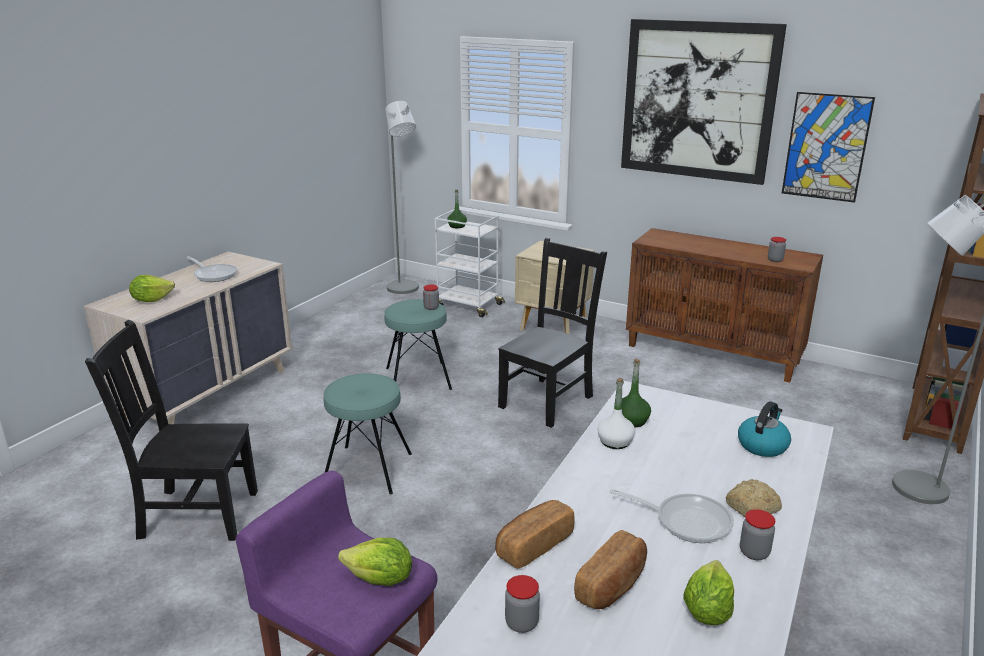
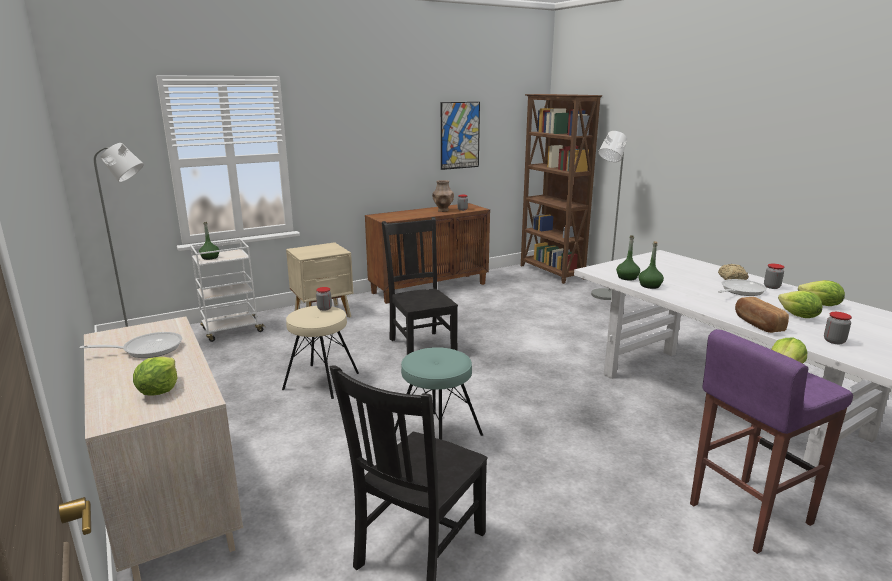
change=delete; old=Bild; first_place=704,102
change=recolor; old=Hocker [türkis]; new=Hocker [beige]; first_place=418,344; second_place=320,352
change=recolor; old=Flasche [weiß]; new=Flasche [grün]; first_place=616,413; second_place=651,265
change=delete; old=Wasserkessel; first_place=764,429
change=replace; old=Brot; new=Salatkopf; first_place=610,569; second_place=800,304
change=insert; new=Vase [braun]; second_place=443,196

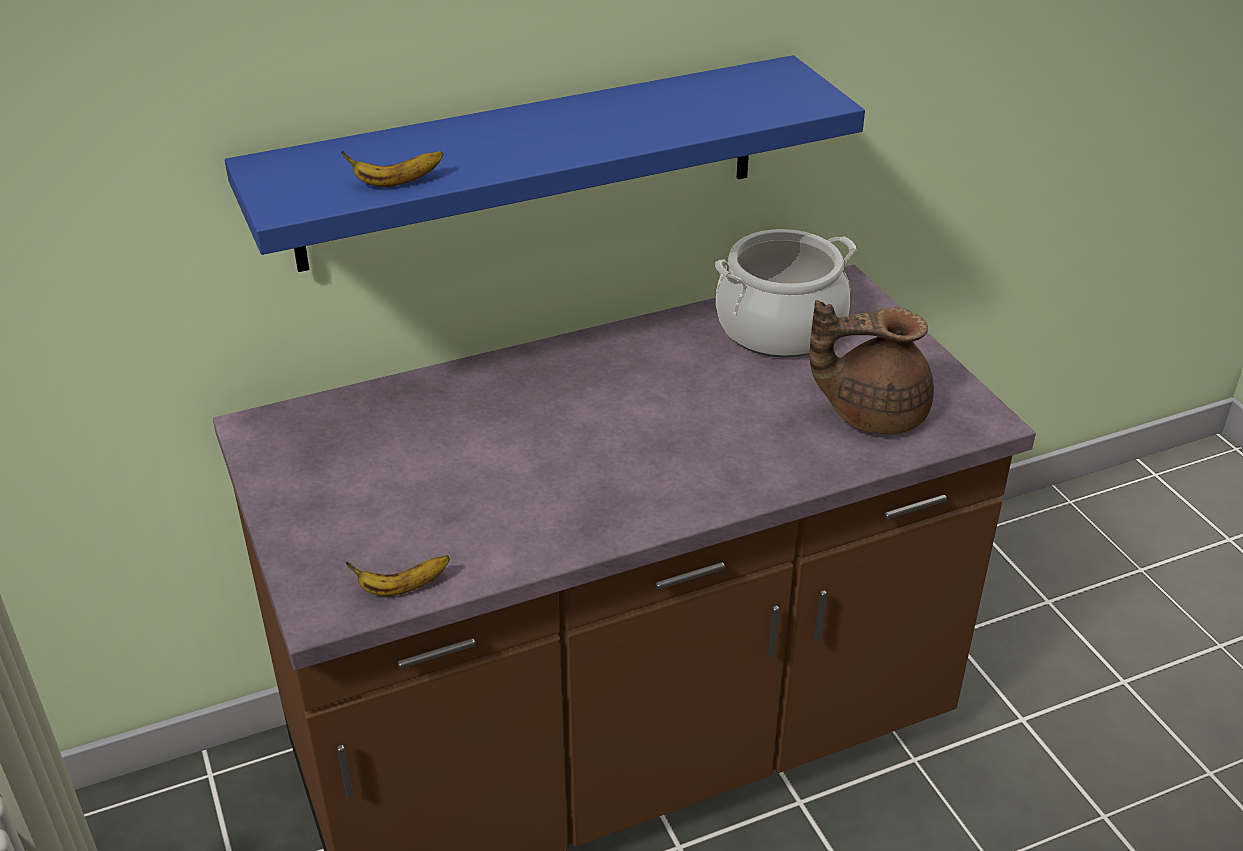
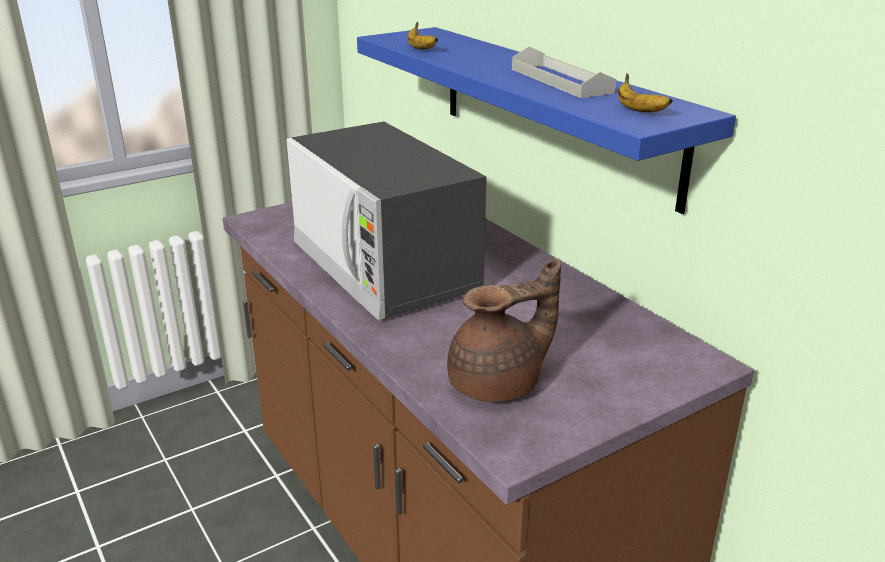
change=delete; old=Kochtopf; first_place=785,293
change=rotate; old=Teekanne [braun]; first_place=872,367; second_place=504,330; degrees=75
change=move; old=Banane; first_place=397,575; second_place=645,92
change=insert; new=Tablett [grau]; second_place=564,72
change=insert; new=Mikrowelle; second_place=387,220

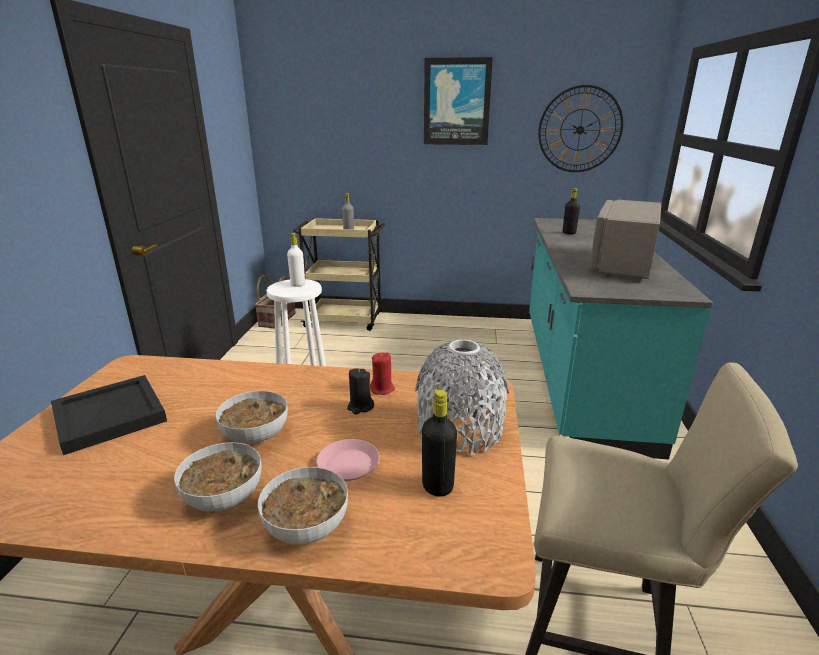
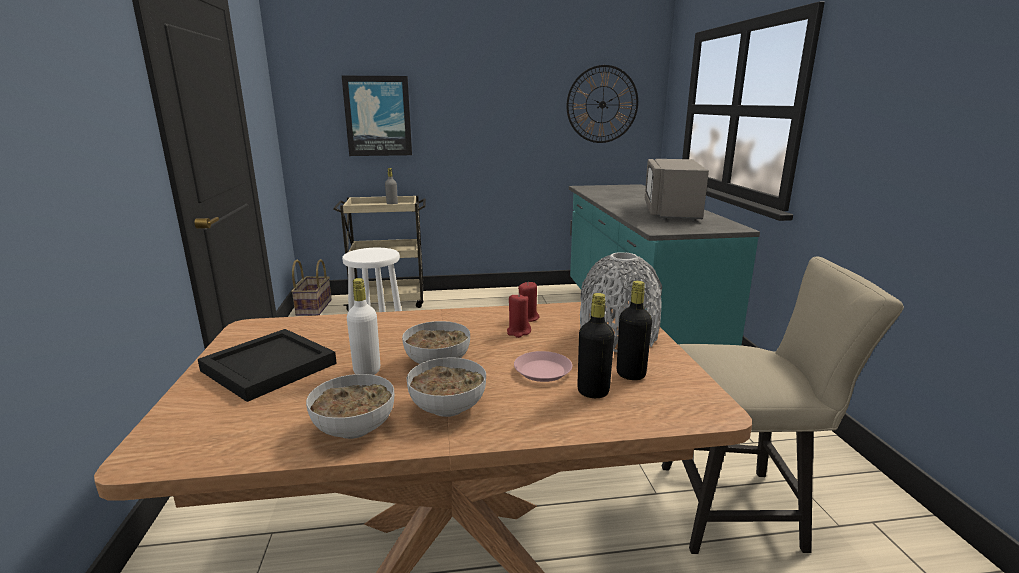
change=move; old=Bild; first_place=458,101; second_place=377,116
change=move; old=Flasche [schwarz]; first_place=571,211; second_place=596,345
change=move; old=Flasche [weiß]; first_place=296,260; second_place=363,326
change=recolor; old=Kerze [schwarz]; new=Kerze [rot]; first_place=360,391; second_place=519,315
change=move; old=Schüssel; first_place=303,506; second_place=350,406

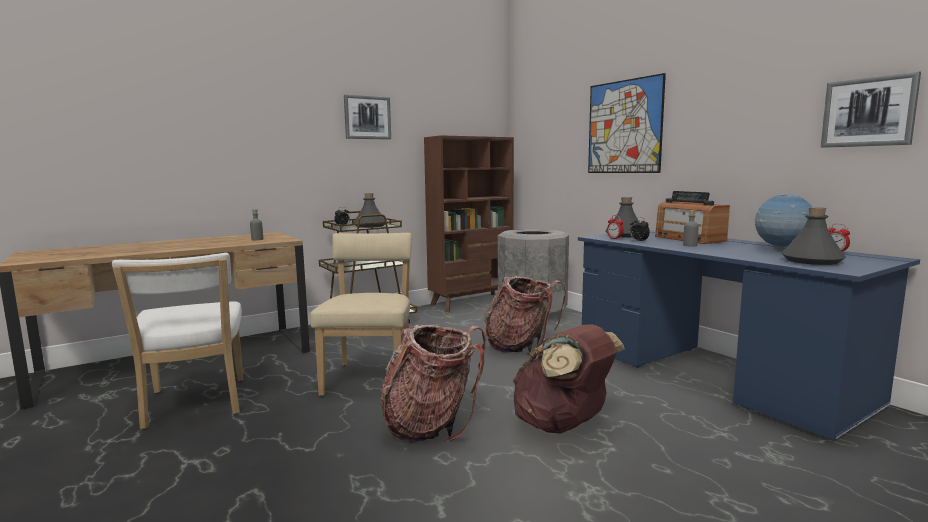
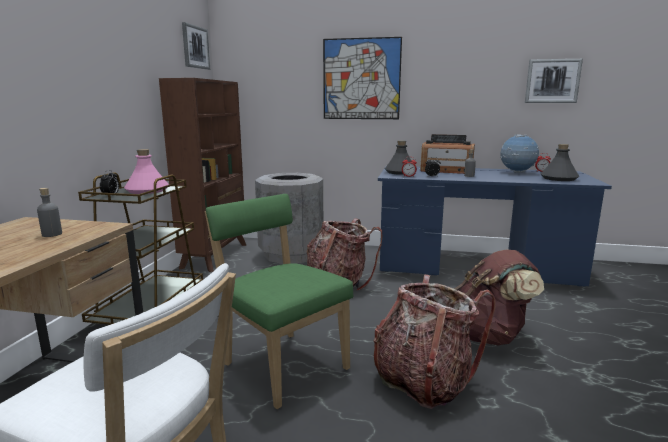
change=move; old=Bild; first_place=367,117; second_place=196,46
change=recolor; old=Flasche [grau]; new=Flasche [rosa]; first_place=369,210; second_place=146,171
change=recolor; old=Stuhl [beige]; new=Stuhl [grün]; first_place=361,314; second_place=279,301

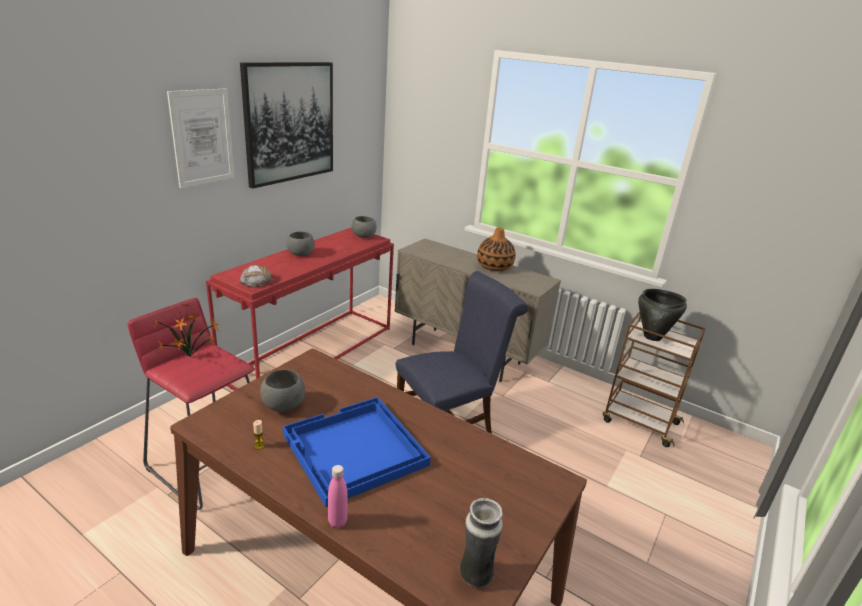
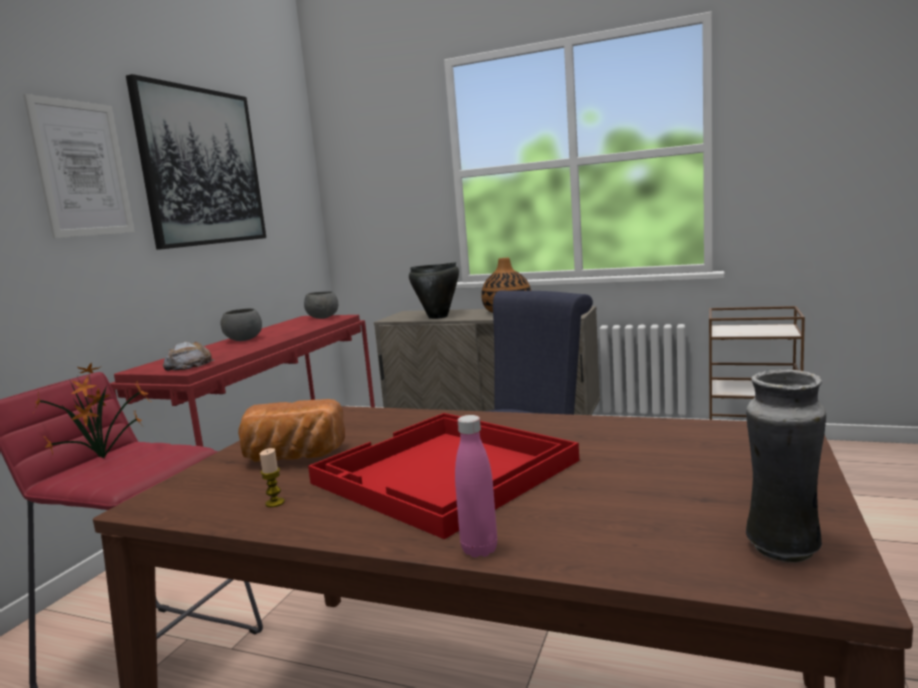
change=move; old=Kochtopf [schwarz]; first_place=662,315; second_place=434,290
change=replace; old=Schüssel [grau]; new=Brot; first_place=282,390; second_place=291,430
change=recolor; old=Tablett [blau]; new=Tablett [rot]; first_place=357,452; second_place=443,476

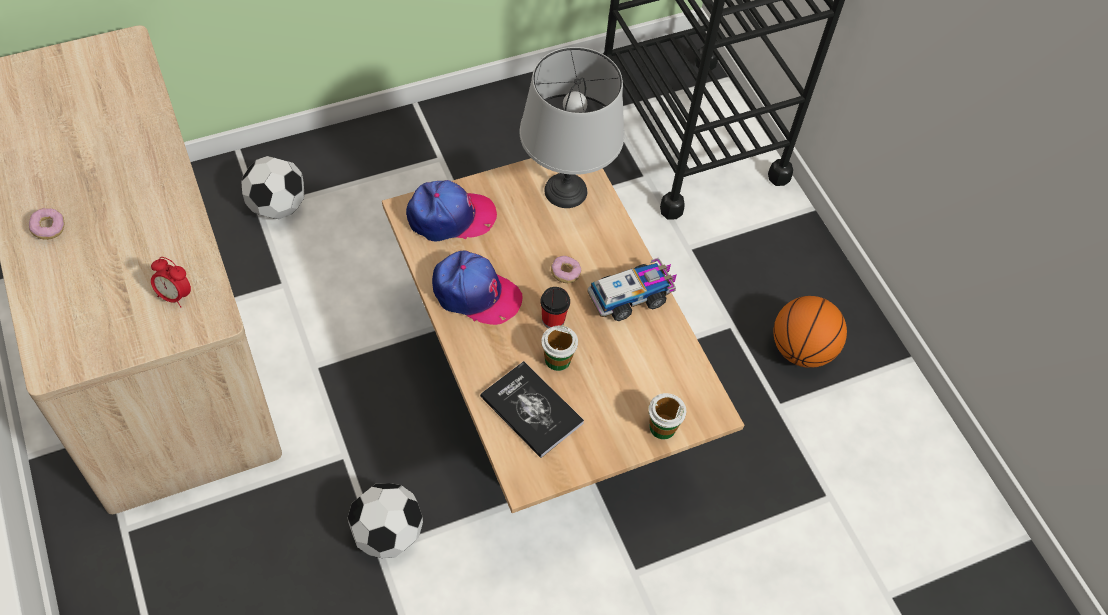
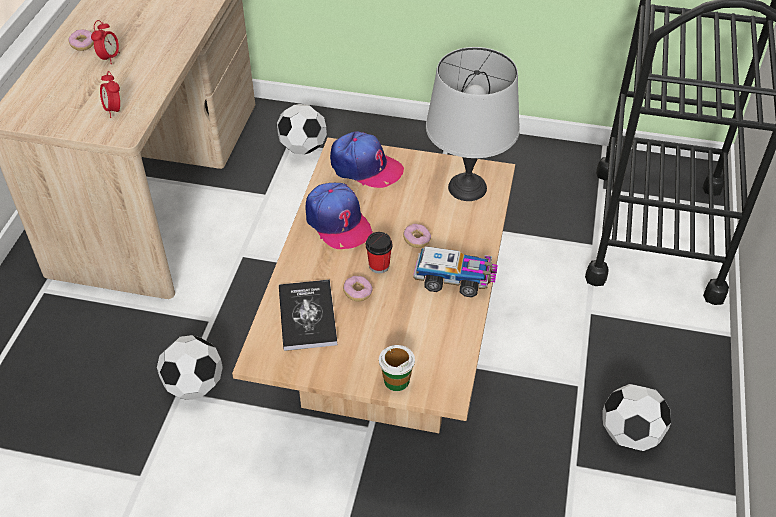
change=replace; old=Basketball; new=Fußball; first_place=810,332; second_place=636,417
change=replace; old=Tasse; new=Donut; first_place=559,348; second_place=358,289
change=insert; new=Wecker; second_place=105,42

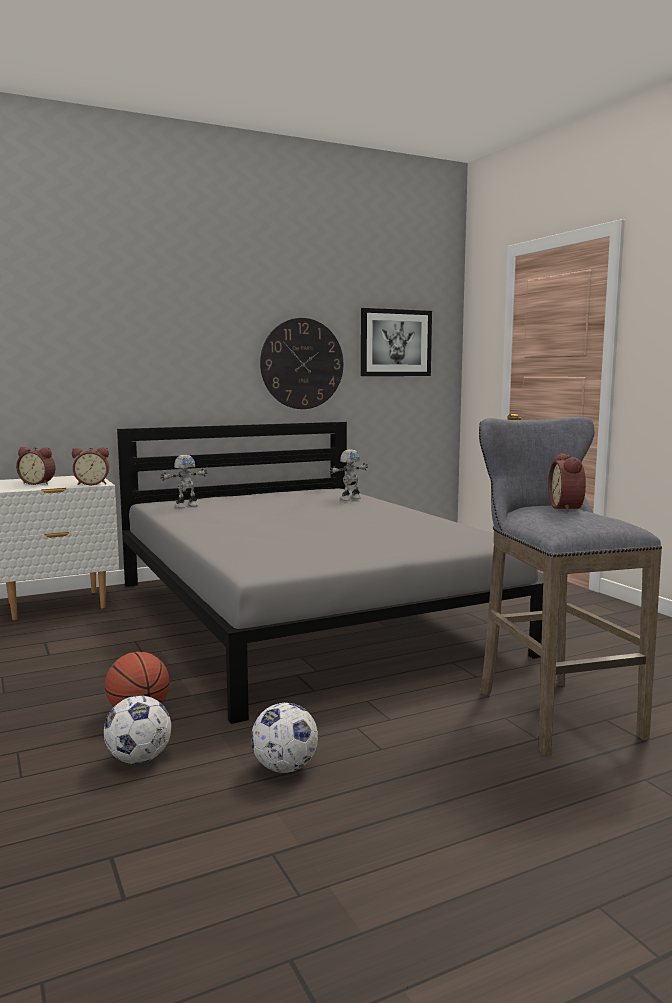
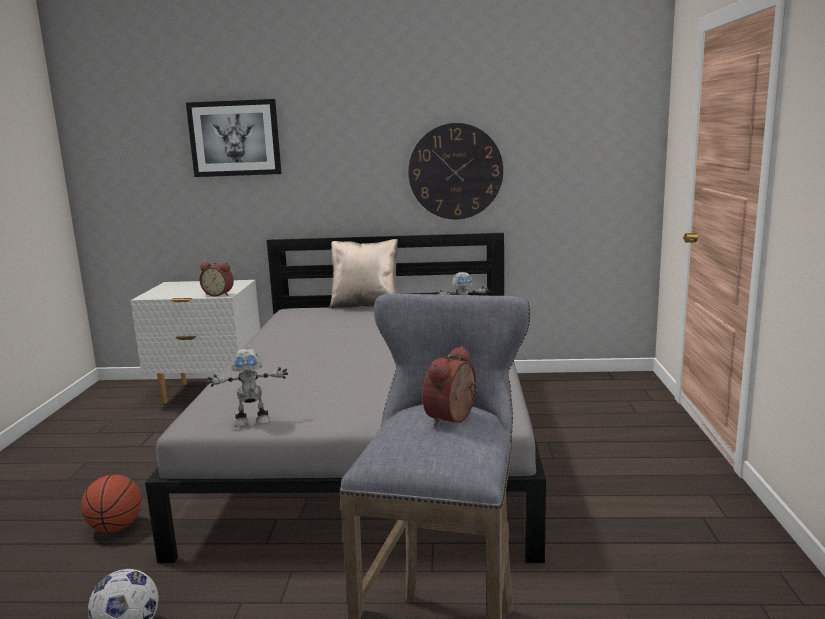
change=move; old=Bild; first_place=396,342; second_place=234,138
change=delete; old=Wecker; first_place=35,466
change=move; old=Spielzeugroboter; first_place=183,481; second_place=247,387
change=delete; old=Fußball; first_place=137,729
change=insert; new=Kissen [beige]; second_place=363,274

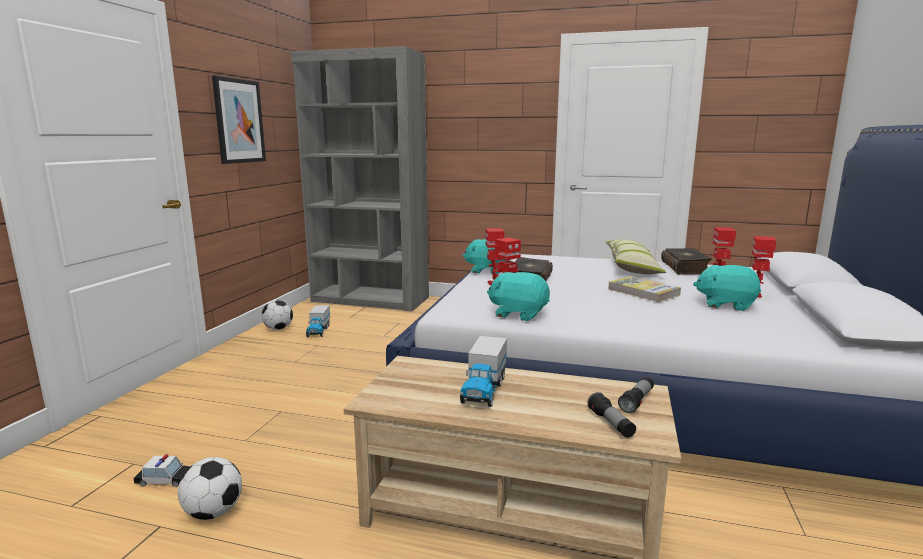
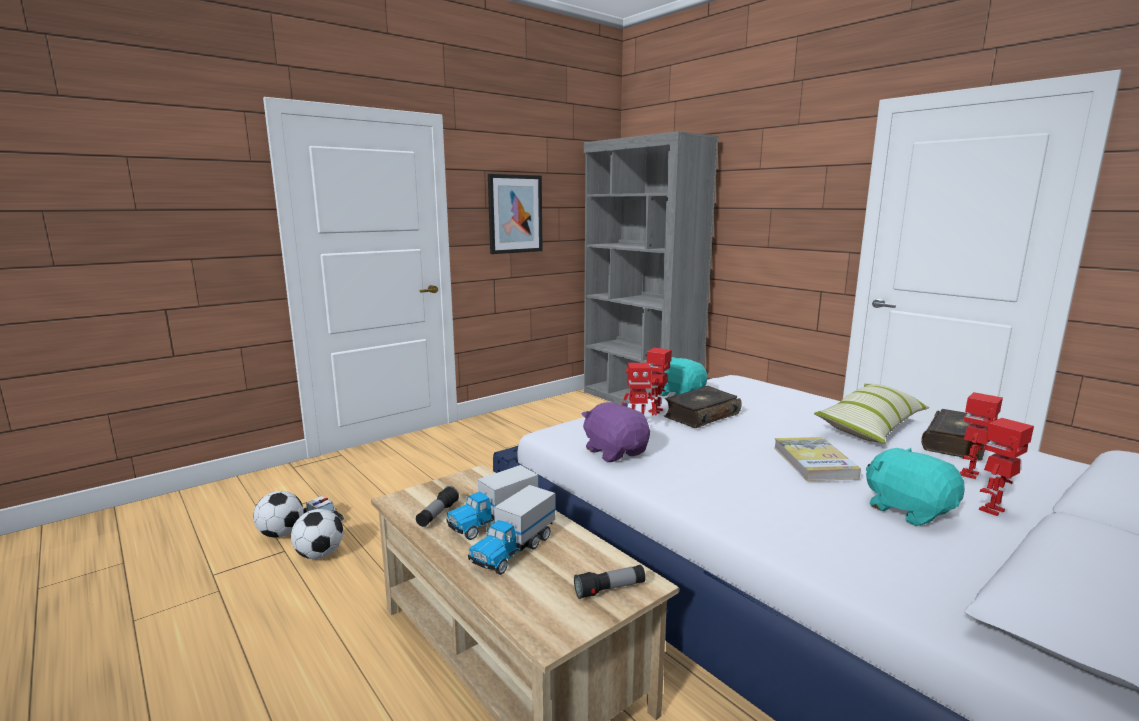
change=recolor; old=Plüschtier [türkis]; new=Plüschtier [lila]; first_place=518,296; second_place=615,432
change=move; old=Fußball; first_place=277,315; second_place=278,514
change=move; old=Spielzeuglaster; first_place=318,321; second_place=511,530
change=move; old=Taschenlampe; first_place=611,415; second_place=437,506

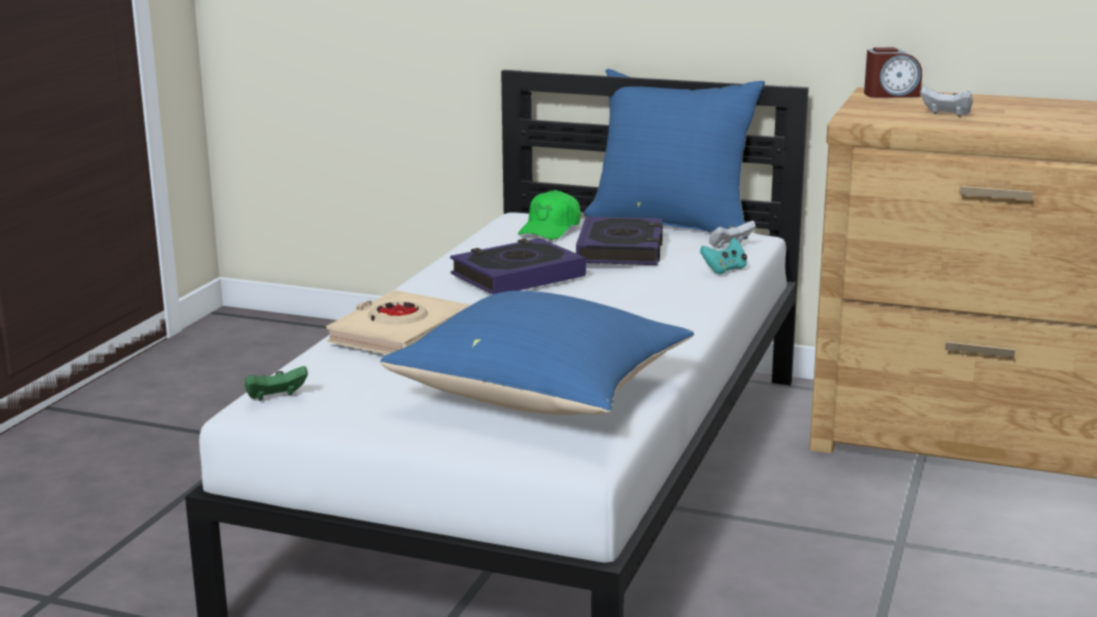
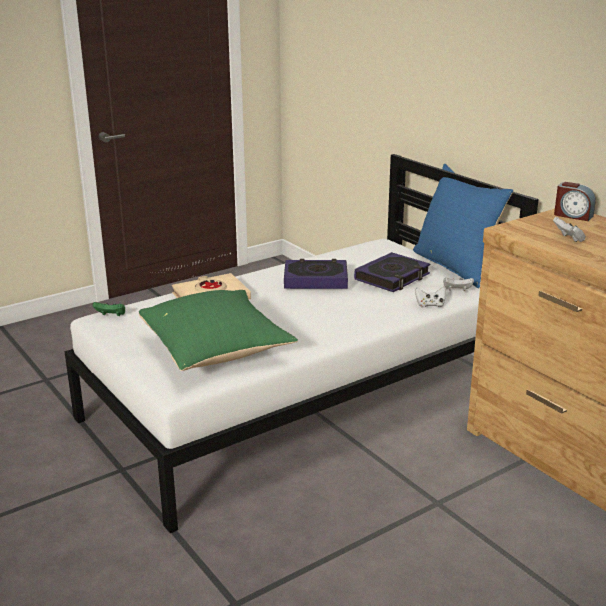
change=delete; old=Kappe [grün]; first_place=549,214
change=recolor; old=Gamepad [türkis]; new=Gamepad [weiß]; first_place=723,256; second_place=430,297
change=recolor; old=Kissen [blau]; new=Kissen [grün]; first_place=537,353; second_place=218,330

